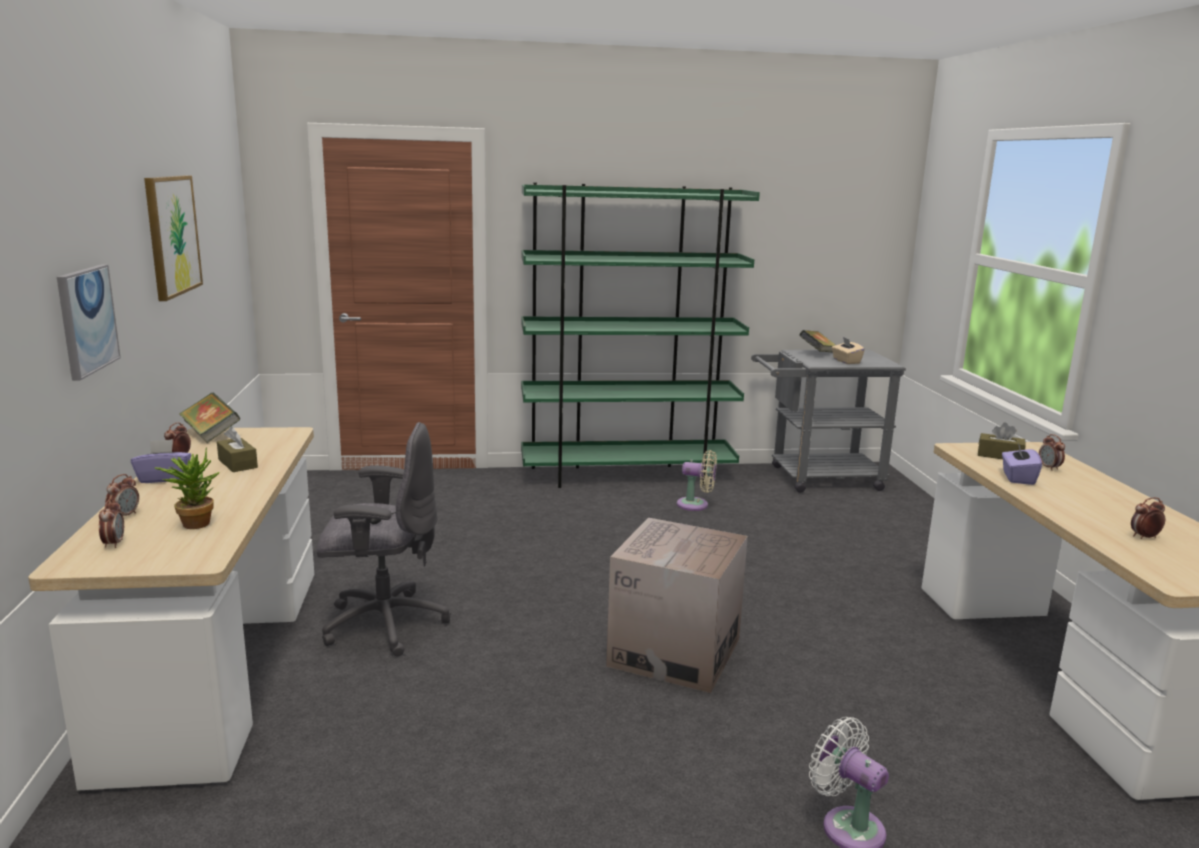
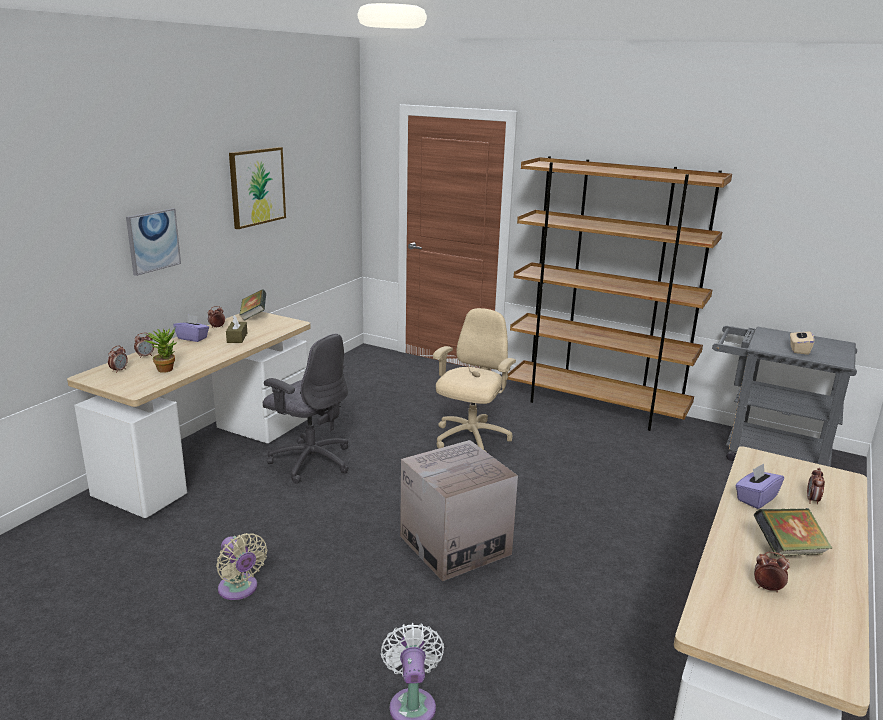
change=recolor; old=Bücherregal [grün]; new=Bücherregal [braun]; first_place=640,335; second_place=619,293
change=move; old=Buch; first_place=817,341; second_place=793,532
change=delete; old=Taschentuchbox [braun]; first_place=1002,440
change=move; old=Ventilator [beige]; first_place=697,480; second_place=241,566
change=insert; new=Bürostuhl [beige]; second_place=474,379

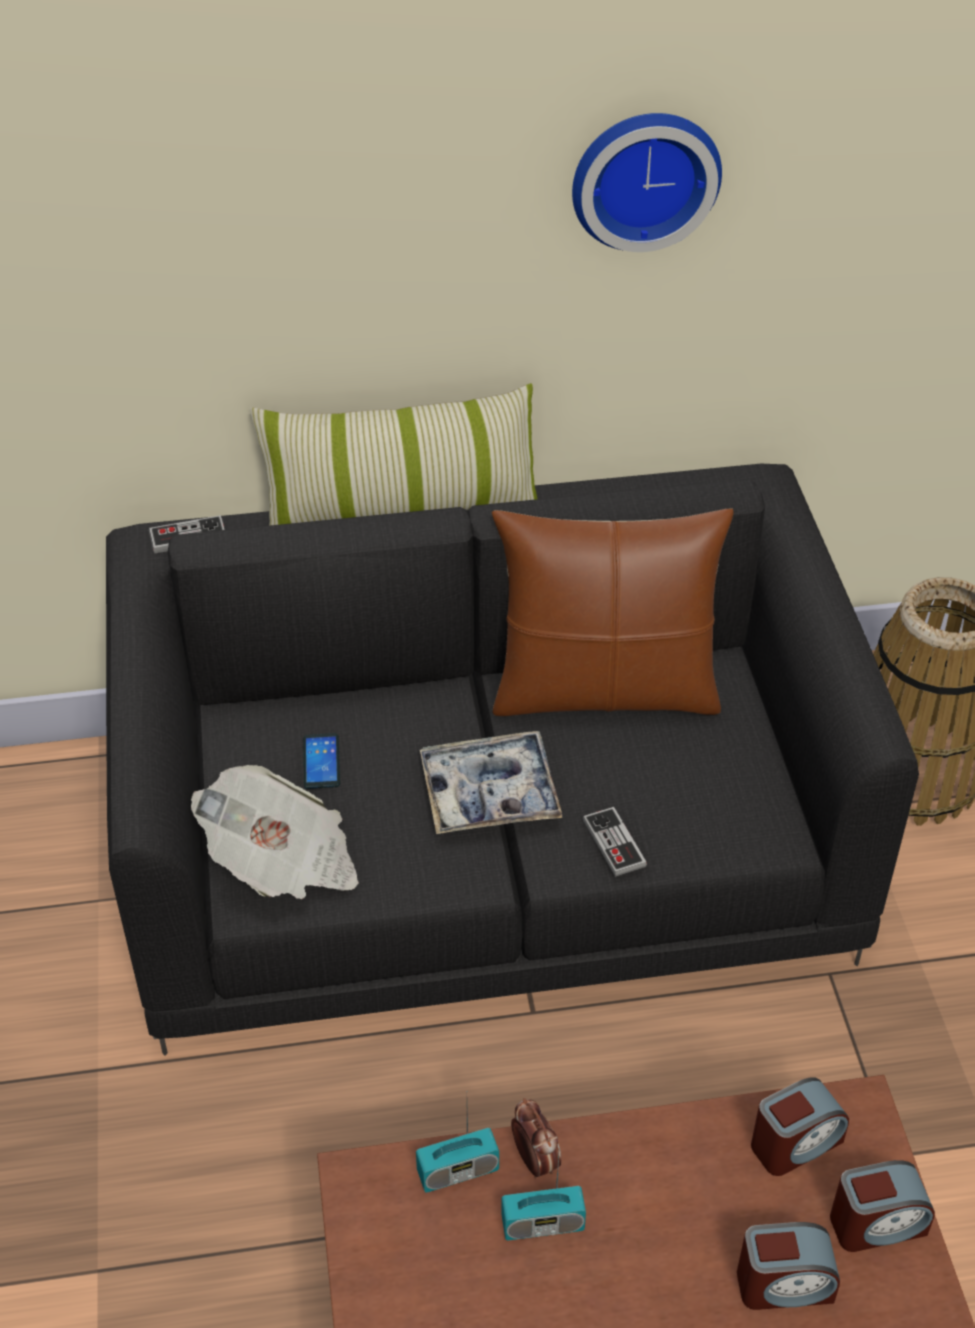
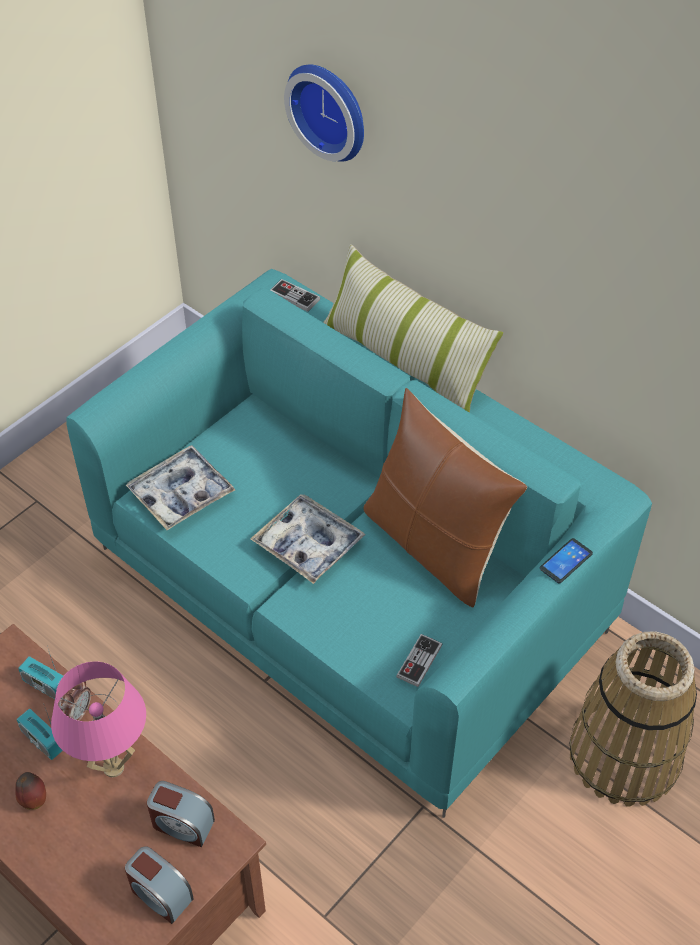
change=move; old=Wanduhr; first_place=647,182; second_place=324,113
change=recolor; old=Sofa [schwarz]; new=Sofa [türkis]; first_place=512,760; second_place=359,543
change=move; old=Handy; first_place=321,761; second_place=566,560
change=replace; old=Zeitung; new=Tablett; first_place=275,832; second_place=180,487
change=move; old=Gamepad; first_place=615,842; second_place=419,660
change=delete; old=Wecker; first_place=788,1266
change=insert; new=Tischlampe [rosa]; second_place=98,719
change=insert; new=Apfel; second_place=30,790

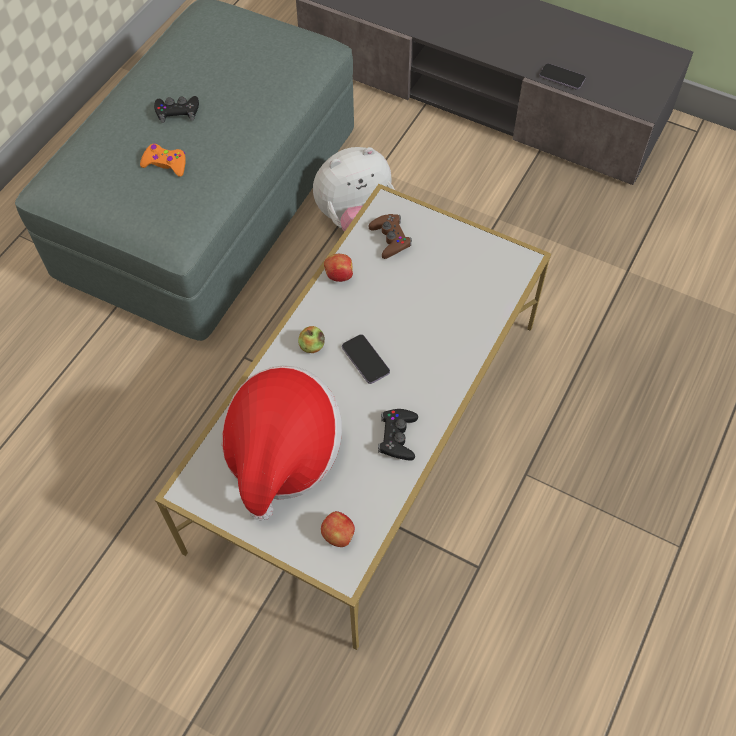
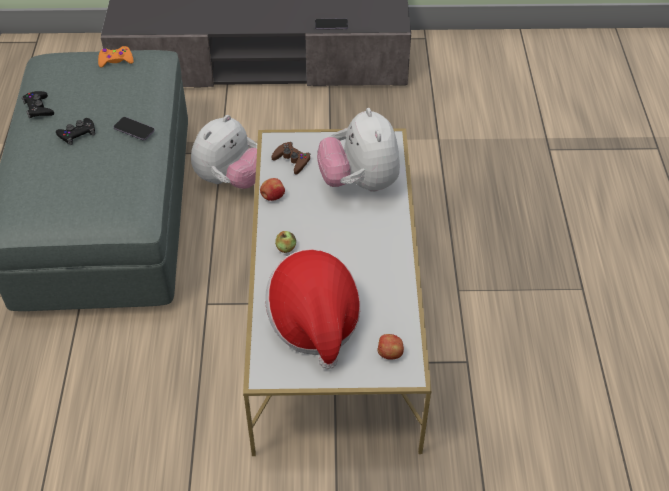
change=move; old=Gamepad [orange]; first_place=163,160; second_place=116,57
change=move; old=Handy; first_place=366,359; second_place=134,128
change=move; old=Gamepad [schwarz]; first_place=398,435; second_place=38,104
change=insert; new=Plüschtier; second_place=358,150

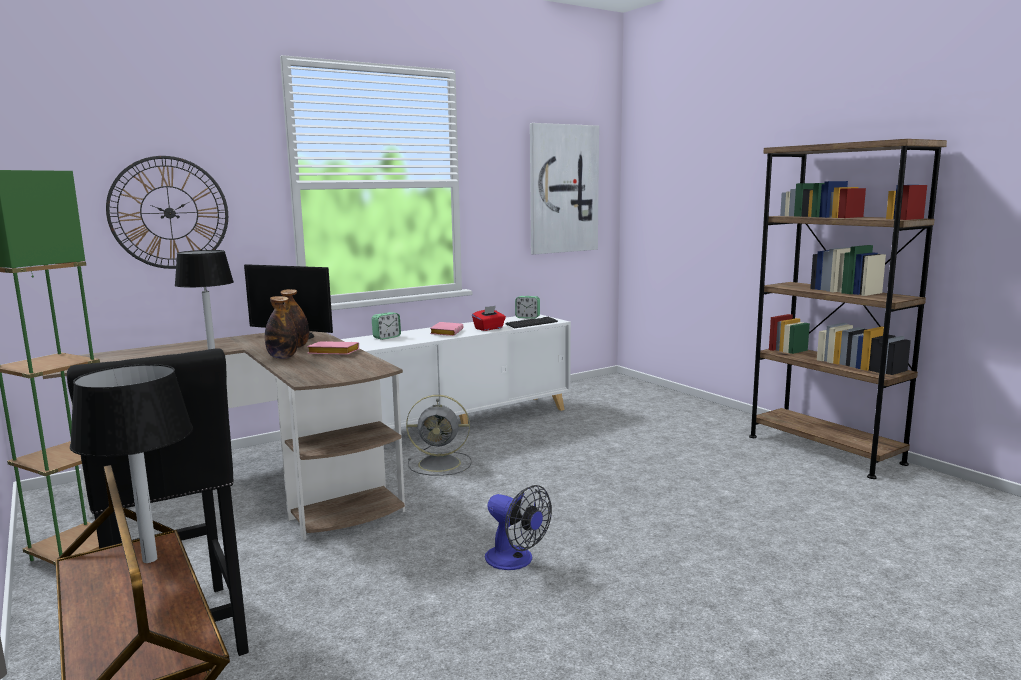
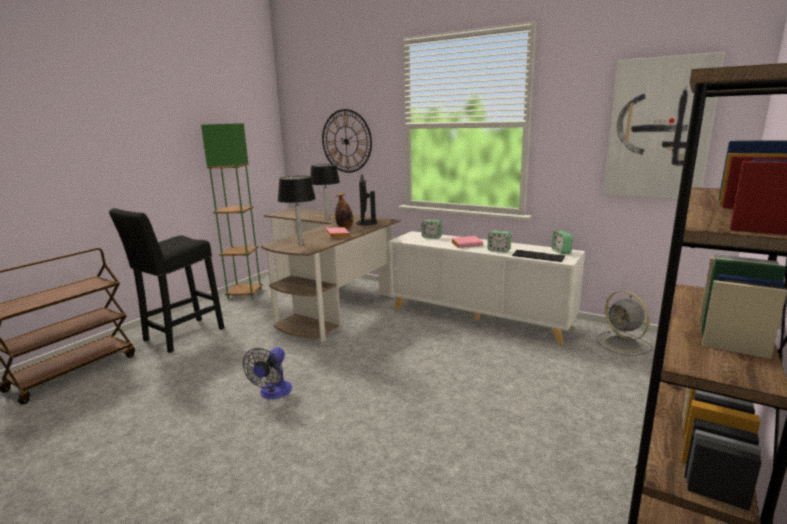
change=delete; old=Flasche; first_place=281,327
change=replace; old=Taschentuchbox [rot]; new=Wecker; first_place=489,318; second_place=499,241
change=move; old=Tischlampe [schwarz]; first_place=131,463; second_place=297,210
change=move; old=Ventilator [grau]; first_place=439,435; second_place=624,323

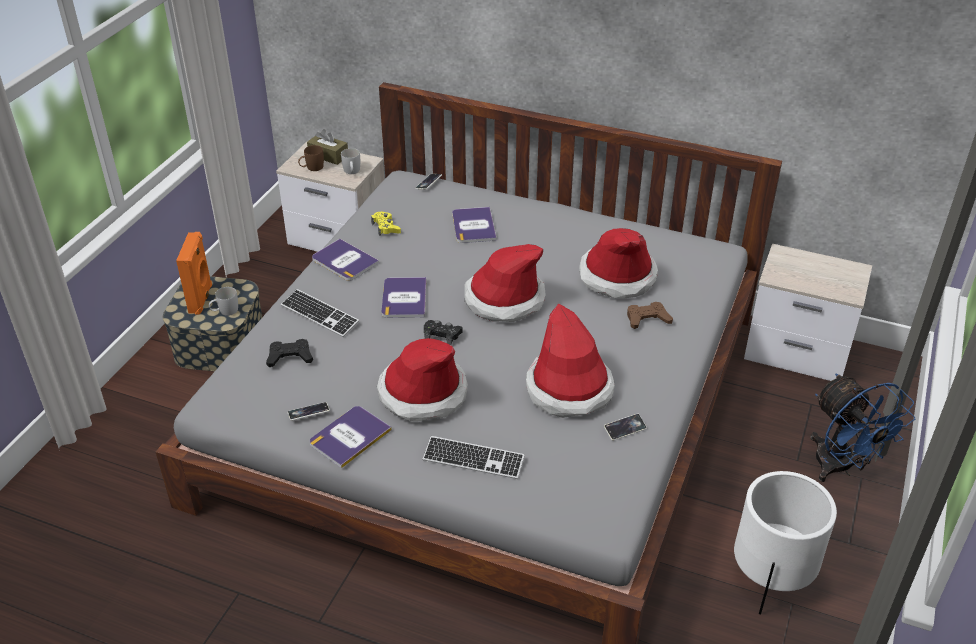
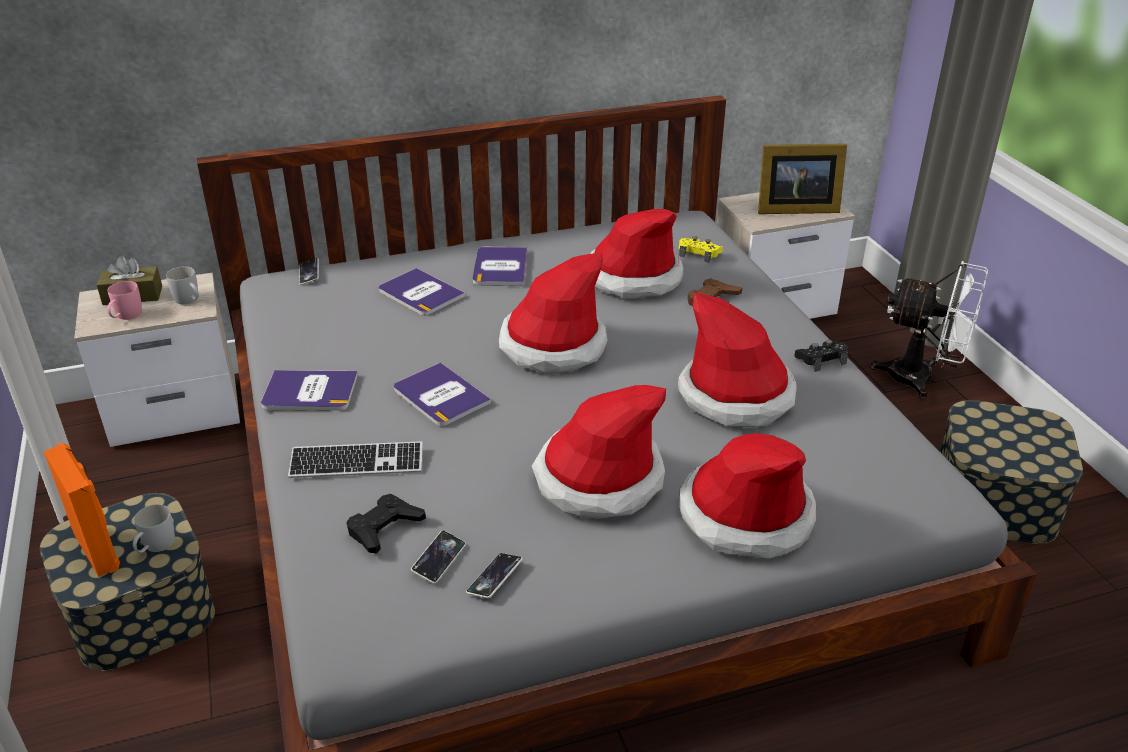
change=recolor; old=Henkelbecher [braun]; new=Henkelbecher [rosa]; first_place=311,158; second_place=124,300
change=move; old=Gamepad [gelb]; first_place=386,223; second_place=701,249
change=move; old=Gamepad [schwarz]; first_place=443,332; second_place=821,356
change=recolor; old=Ventilator [blau]; new=Ventilator [weiß]; first_place=862,428; second_place=929,330
change=move; old=Buch; first_place=351,437; second_place=500,266
change=move; old=Handy; first_place=625,427; second_place=438,557
change=replace; old=Tastatur; new=Hut; first_place=474,457; second_place=747,496
change=replace; old=Pflanzkübel [weiß]; new=Aufbewahrungsbox; first_place=785,543; second_place=1011,472
change=insert; new=Bilderrahmen; second_place=802,179

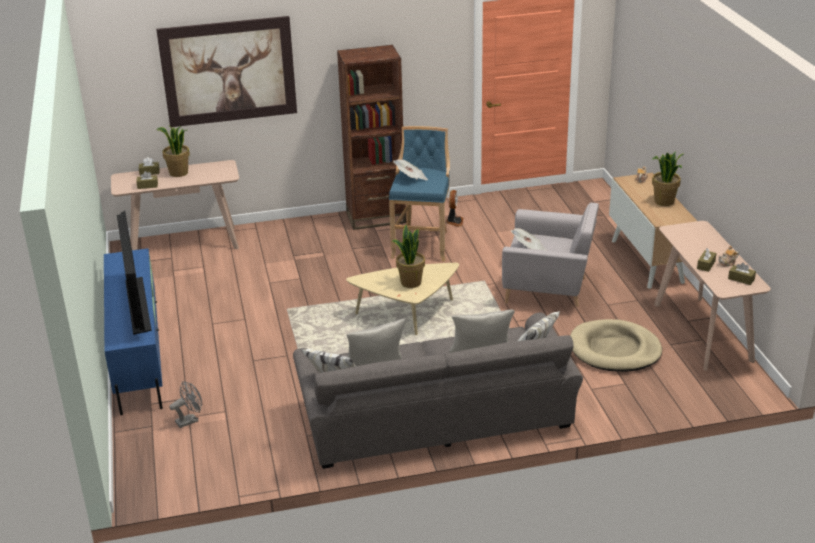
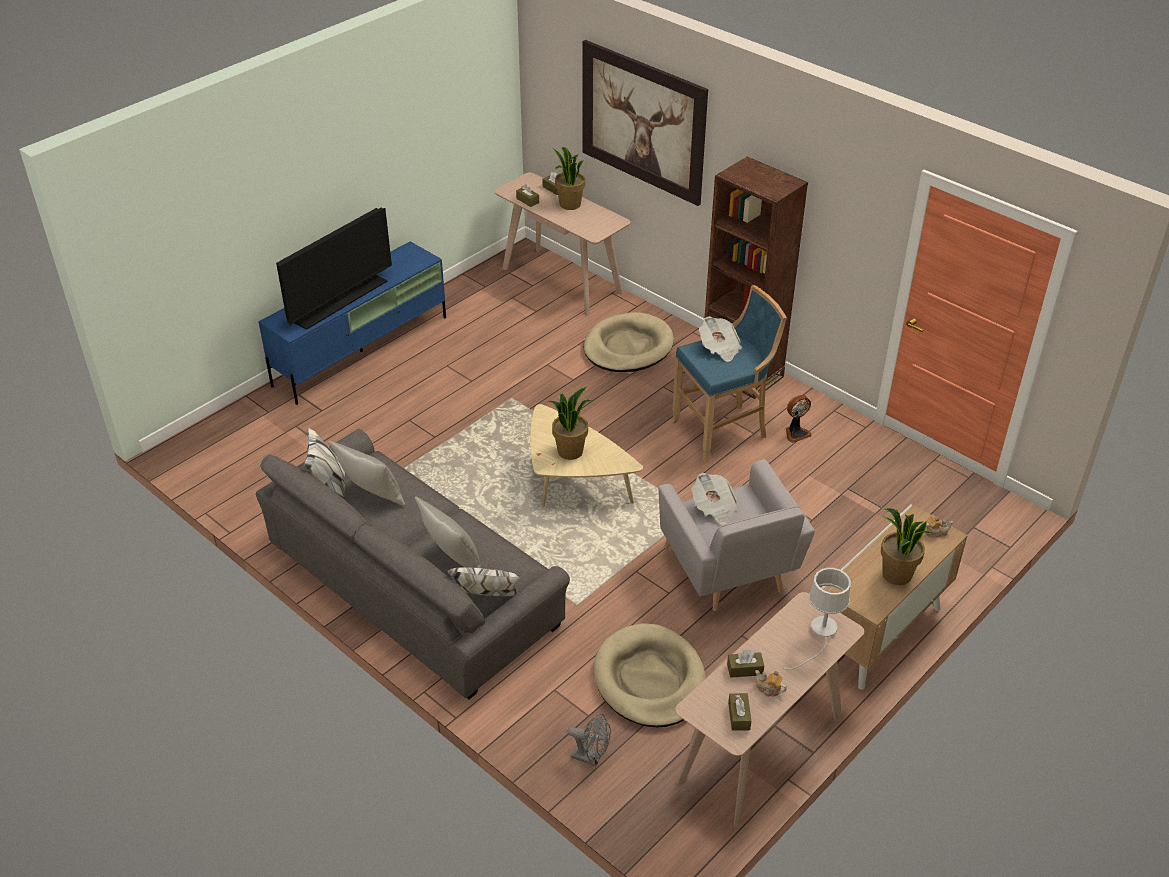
change=move; old=Ventilator [grau]; first_place=185,404; second_place=589,740
change=insert; new=Hundebett [beige]; second_place=629,342
change=insert; new=Tischlampe [weiß]; second_place=817,619

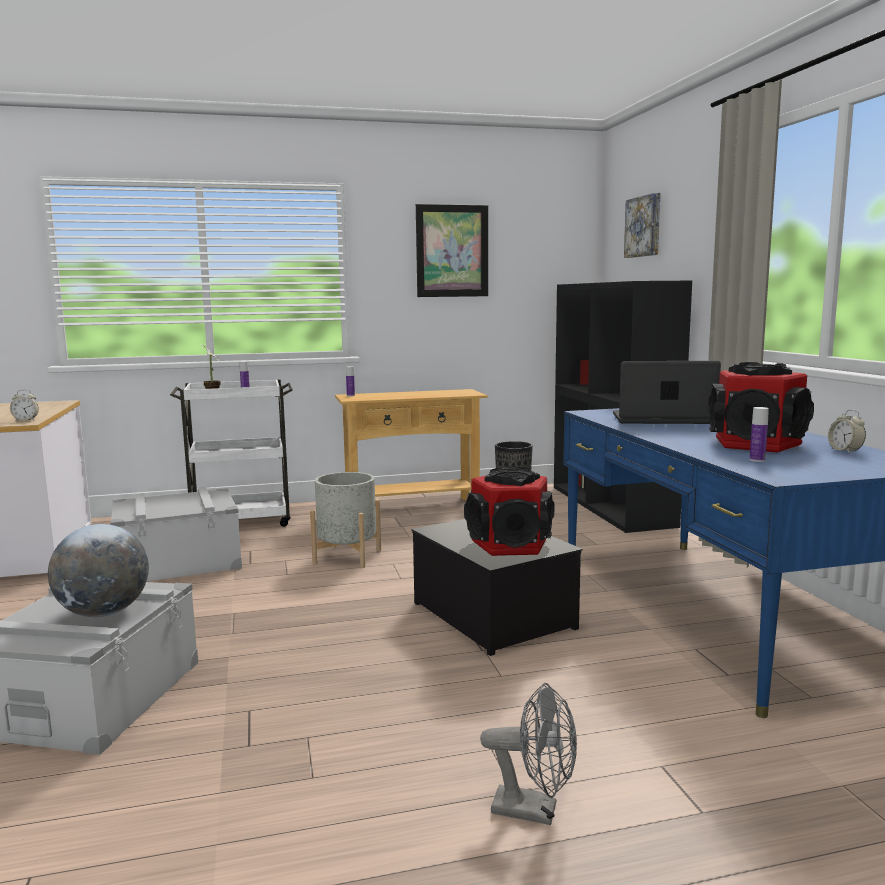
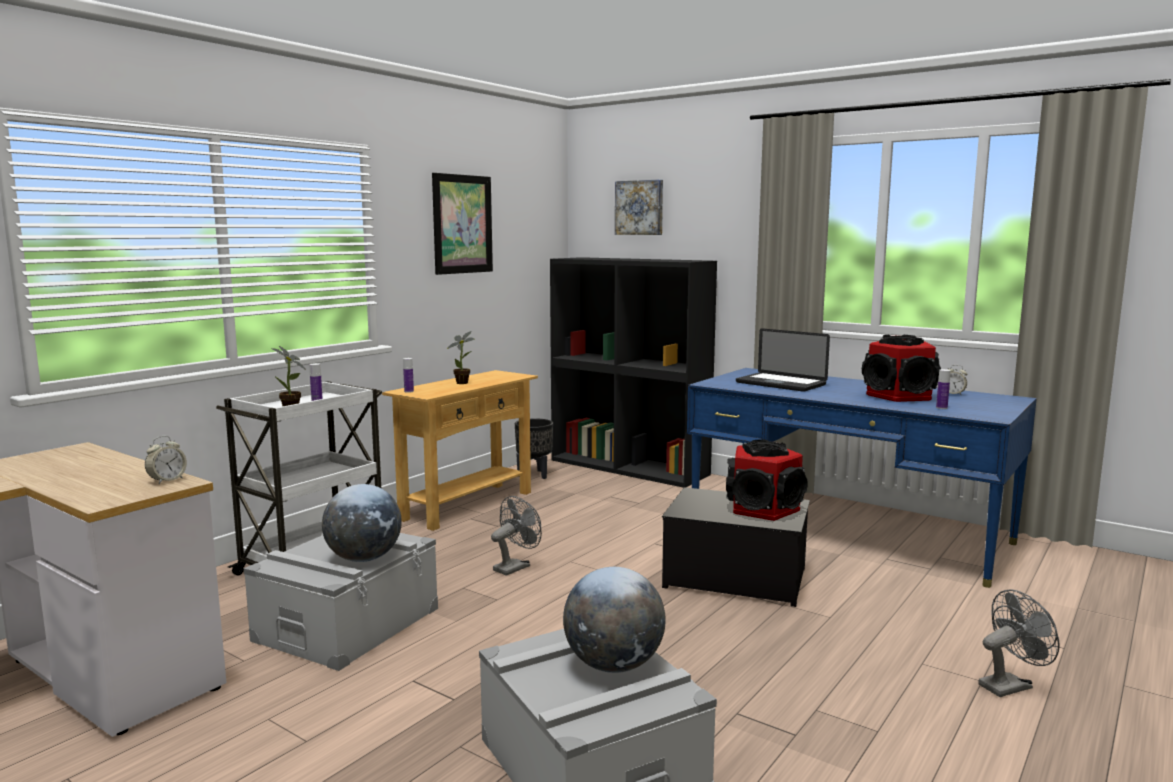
change=rotate; old=Laptop; first_place=667,392; second_place=783,360; degrees=-105
change=replace; old=Pflanzkübel [grau]; new=Ventilator [grau]; first_place=345,520; second_place=516,536
change=insert; new=Topfpflanze; second_place=460,357
change=insert; new=Globus; second_place=362,523

